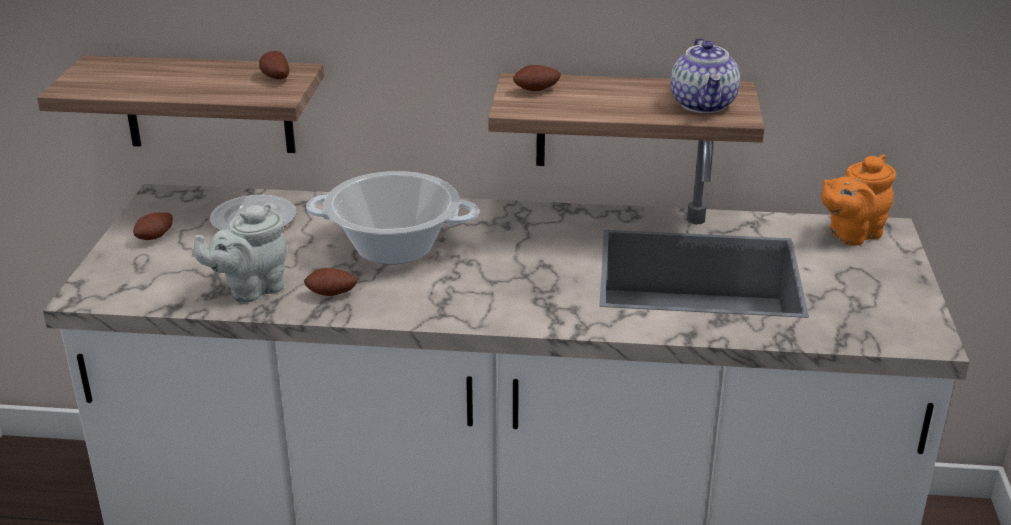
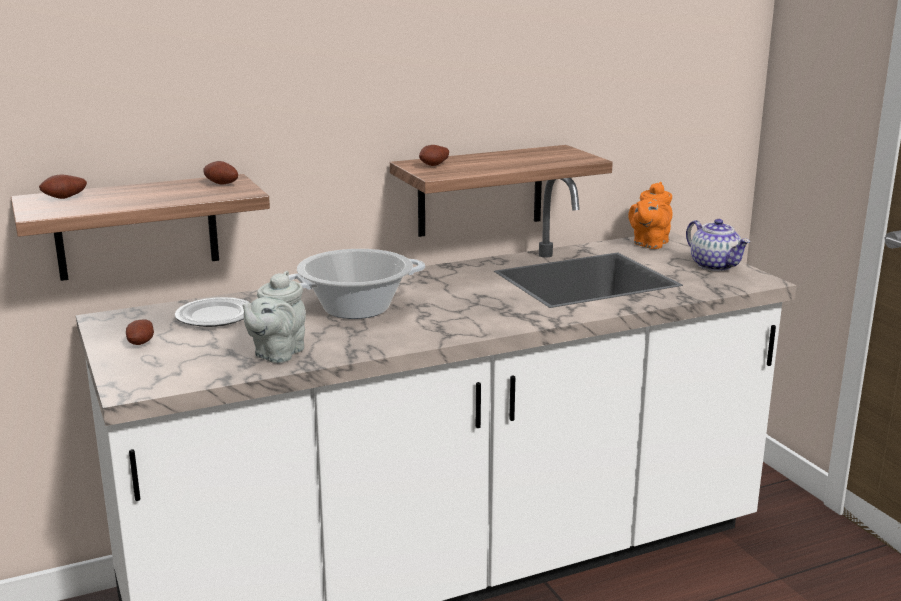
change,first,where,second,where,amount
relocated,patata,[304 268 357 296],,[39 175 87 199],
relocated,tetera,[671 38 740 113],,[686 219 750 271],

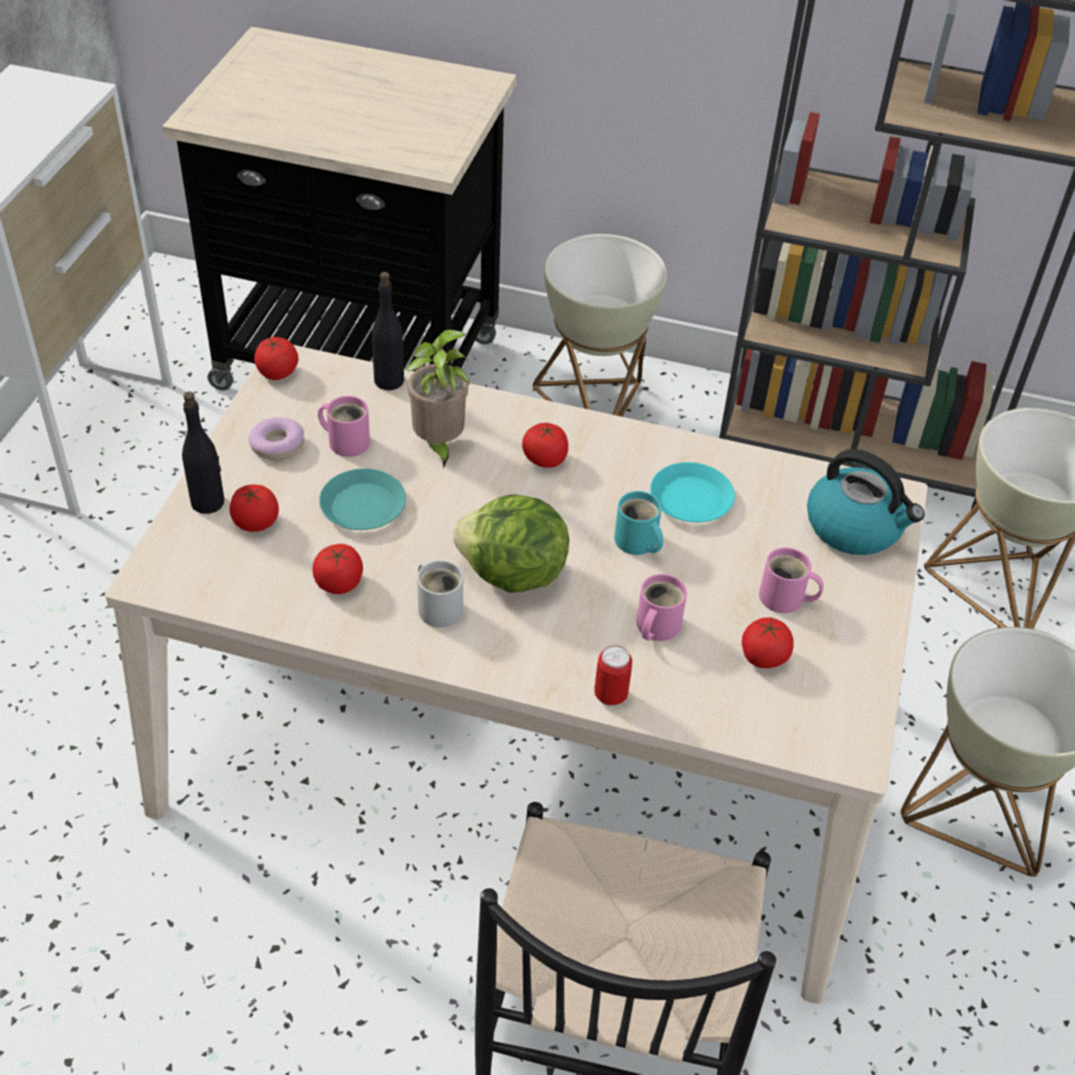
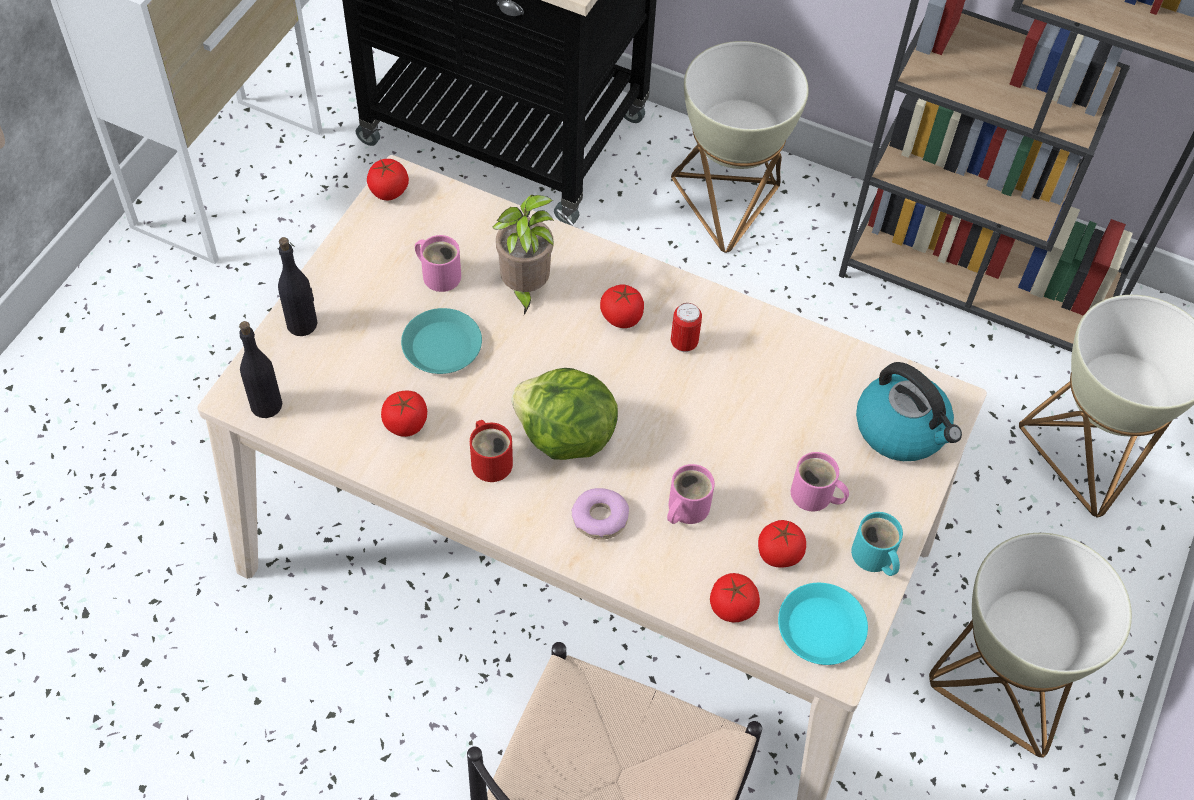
change,first,where,second,where,amount
relocated,tomate,[229 484 279 532],,[710 573 760 622],
relocated,rosquilla,[248 417 304 460],,[571 488 629 540],
relocated,botella (negro),[372 272 404 390],,[239 321 283 418],
colour,taza grande (blanco),[417 560 463 628],taza grande (rojo),[470 420 513 482],
relocated,lata,[594 646 632 707],,[671 303 702 352],
relocated,taza grande (turquesa),[614 491 663 555],,[851 512 903 576],
relocated,plato (turquesa),[650 462 735 523],,[778 583 868 665],

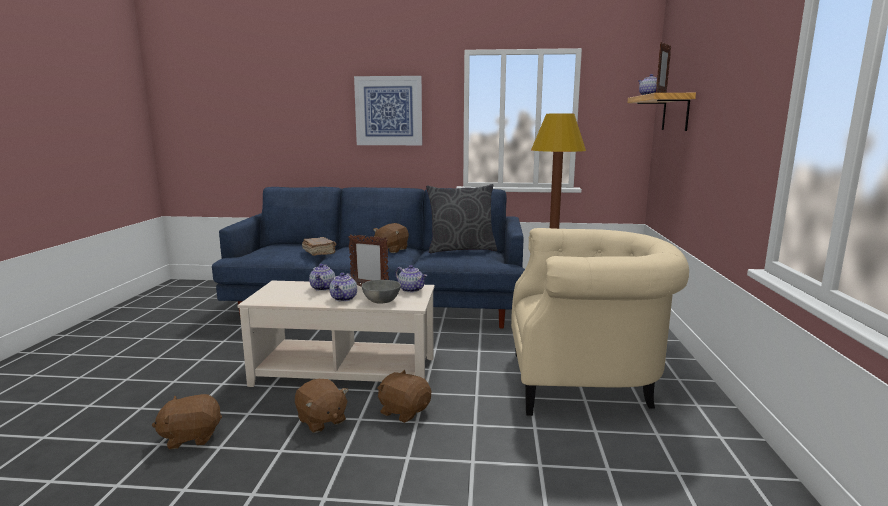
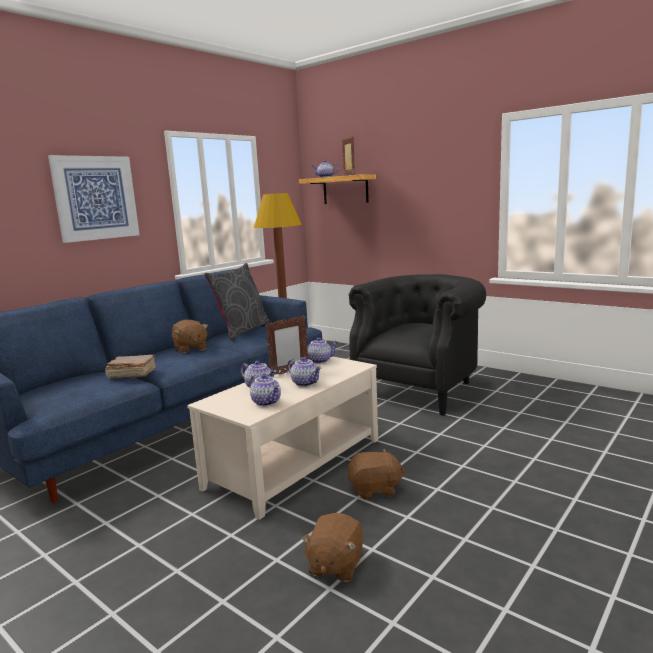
change,first,where,second,where,amount
missing,cuenco (gris),[362 280 401 304],,,
missing,peluche (marrón),[377 370 431 423],,,
colour,sillón (beis),[511 228 689 416],sillón (negro),[349 274 486 416],
appeared,,,tetera,[250 374 281 406],

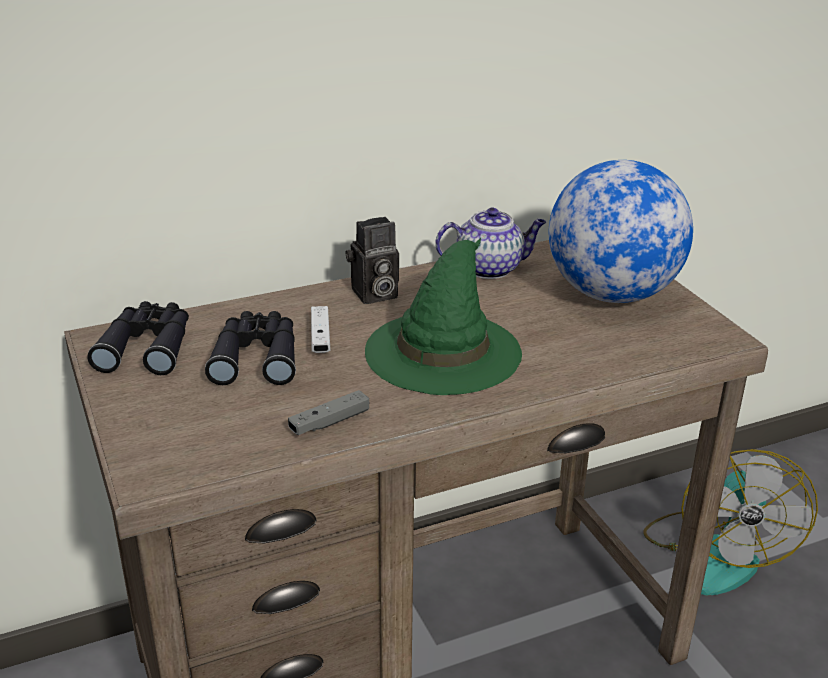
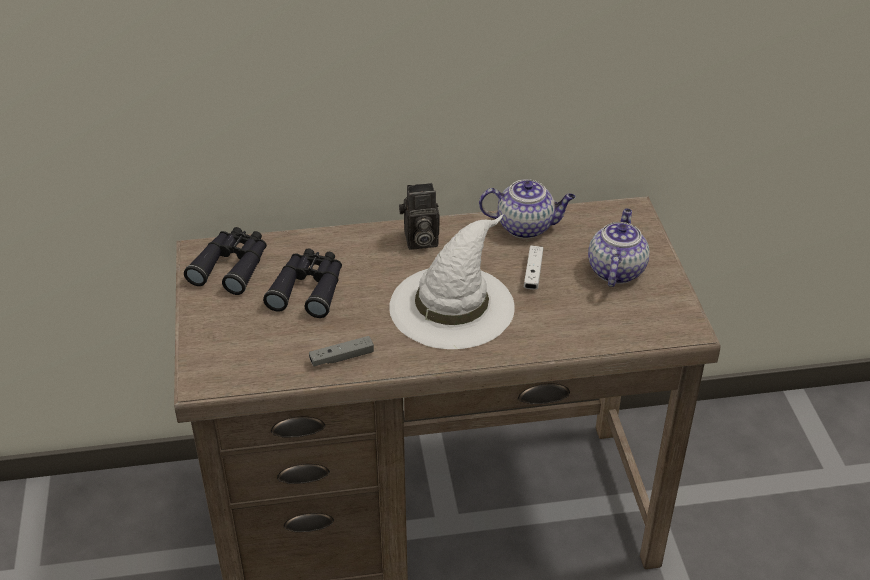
change,first,where,second,where,amount
relocated,mando de consola (blanco),[311 306 330 353],,[524 246 543 290],
colour,sombrero (verde),[365 238 522 395],sombrero (blanco),[389 213 515 349],
exchanged,globo terráqueo,[549 160 693 303],tetera,[588 208 650 287],
missing,ventilador,[643 449 818 595],,,

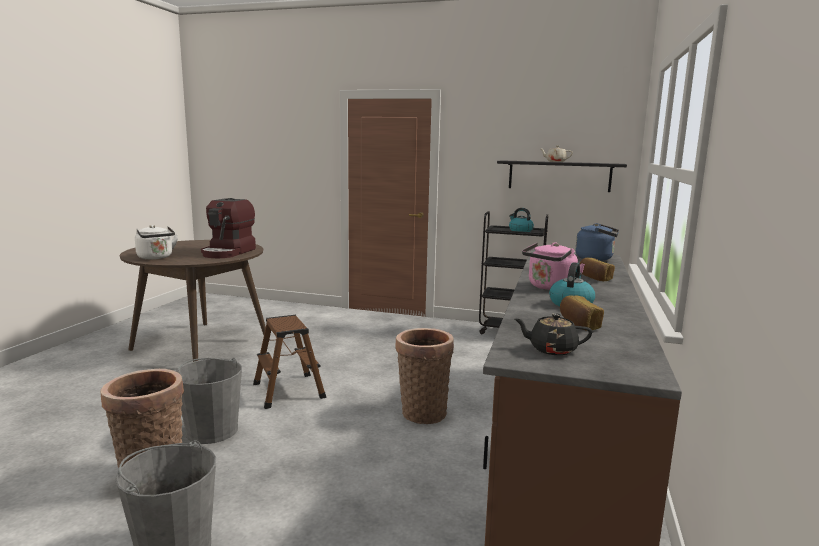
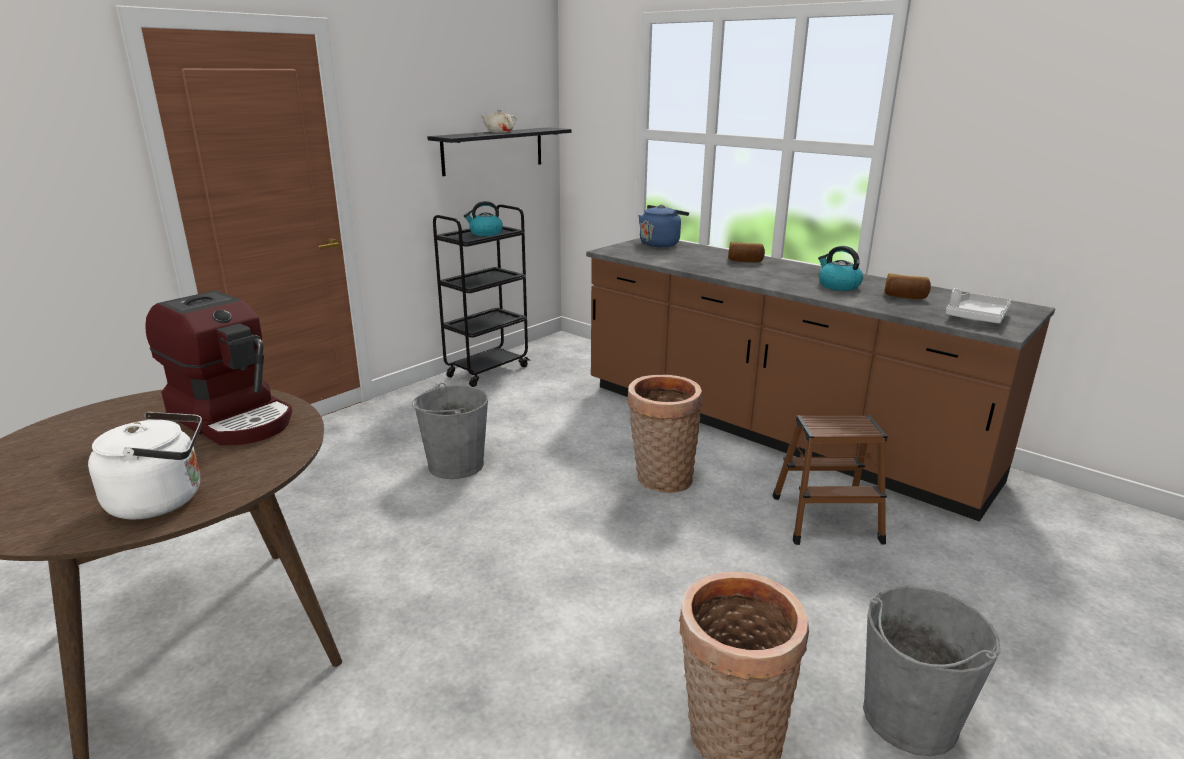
change,first,where,second,where,amount
relocated,cubo (gris),[176 358 242 444],,[411 383 488 479],
relocated,escalera de tijera (marrón),[253 315 326 409],,[773 415 888 545],
exchanged,tetera (negro),[515 313 592 355],bandeja (gris),[946 288 1011 323],
missing,hervidor (rosa),[522 242 585 290],,,

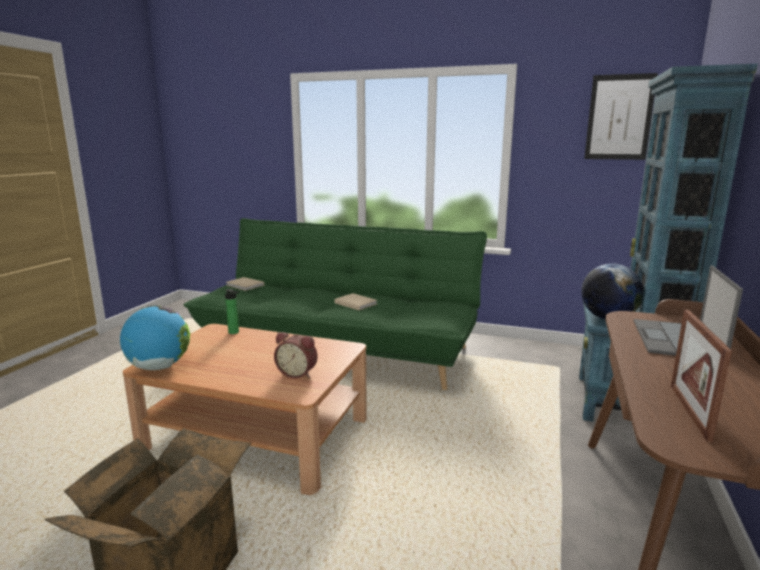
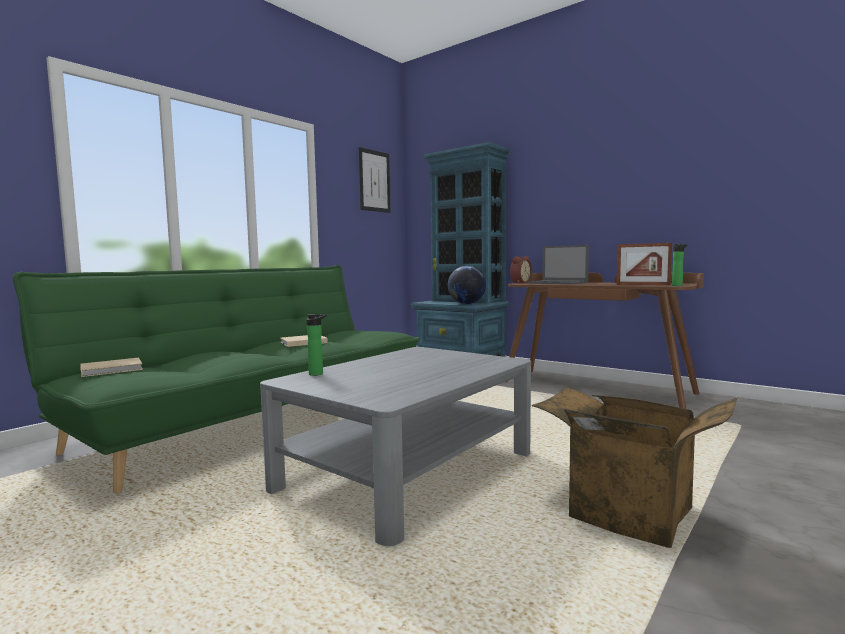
change,first,where,second,where,amount
missing,globo terráqueo,[120 305 190 370],,,
colour,mesa de centro (marrón),[123 324 367 495],mesa de centro (gris),[260 347 531 546],
relocated,despertador,[274 332 318 379],,[510 256 532 284],
appeared,,,botella,[672 244 687 286],

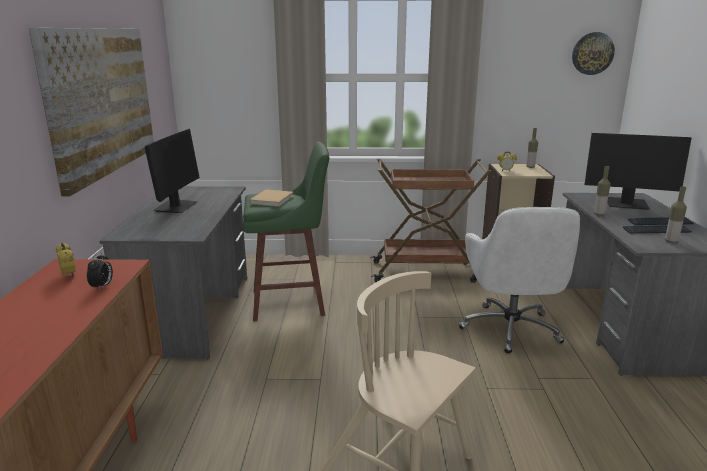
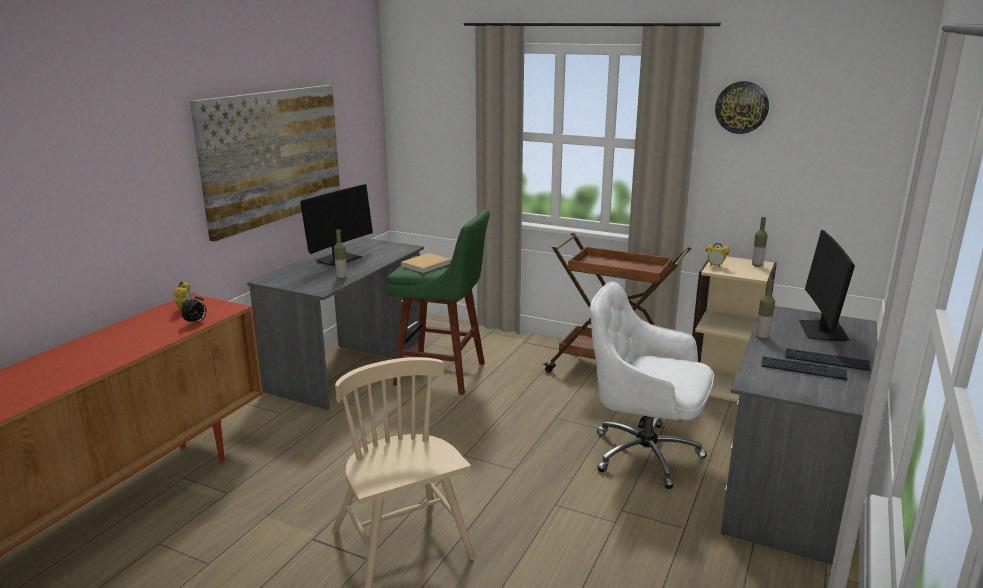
change,first,where,second,where,amount
spun,silla de oficina (blanco),[459 207 580 354],,[590 281 714 489],90 degrees clockwise
relocated,reloj de pared,[572 32 615 75],,[715 81 769 134],
spun,monitor,[584 133 692 210],,[799 230 855 342],60 degrees clockwise
relocated,botella,[665 186 687 243],,[334 229 347 279],

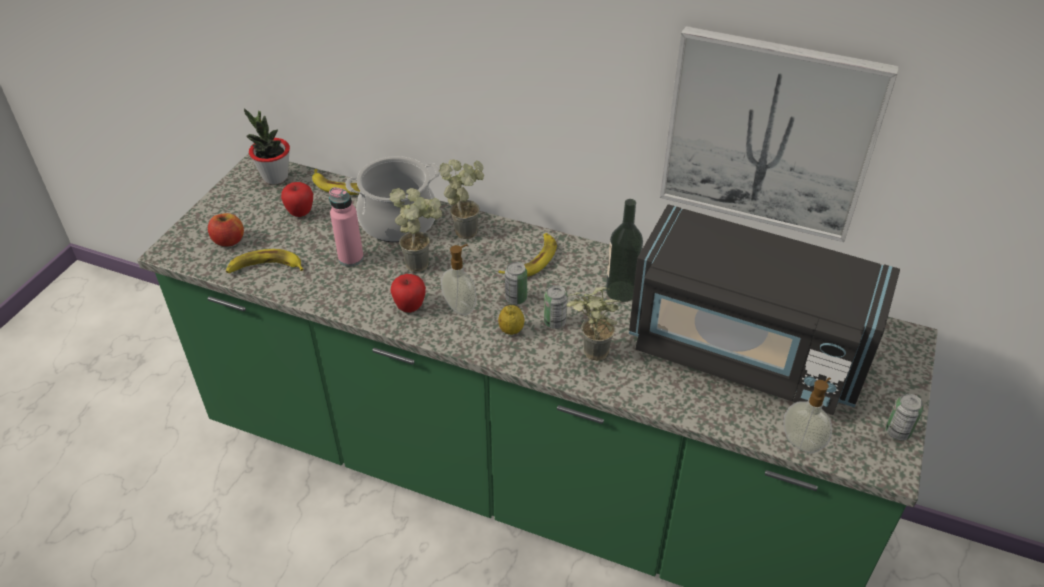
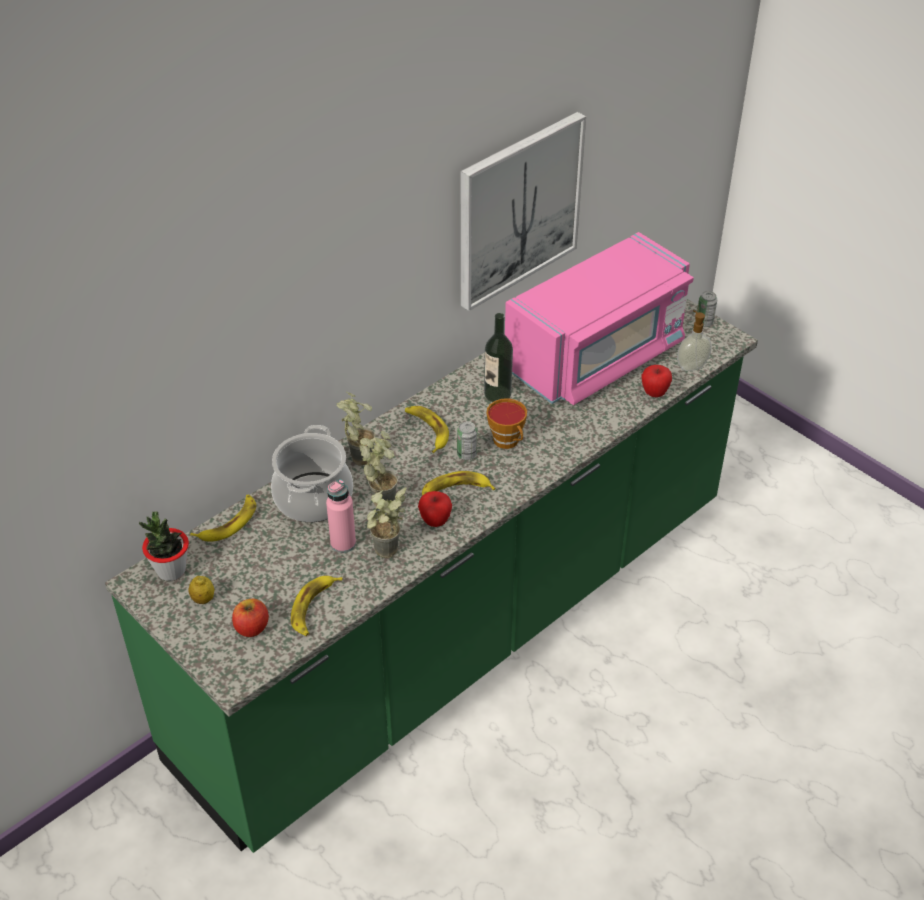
change,first,where,second,where,amount
relocated,manzana,[281 182 313 217],,[641 365 672 397],
exchanged,dispensador de jabón,[441 244 477 315],plátano,[422 471 496 496],
relocated,limón,[498 305 524 335],,[188 576 215 604],
exchanged,lata,[544 285 568 329],taza,[486 398 527 449],
relocated,planta en maceta,[566 287 622 361],,[367 487 407 558],
colour,microondas (negro),[629 204 900 415],microondas (rosa),[505 232 694 405],

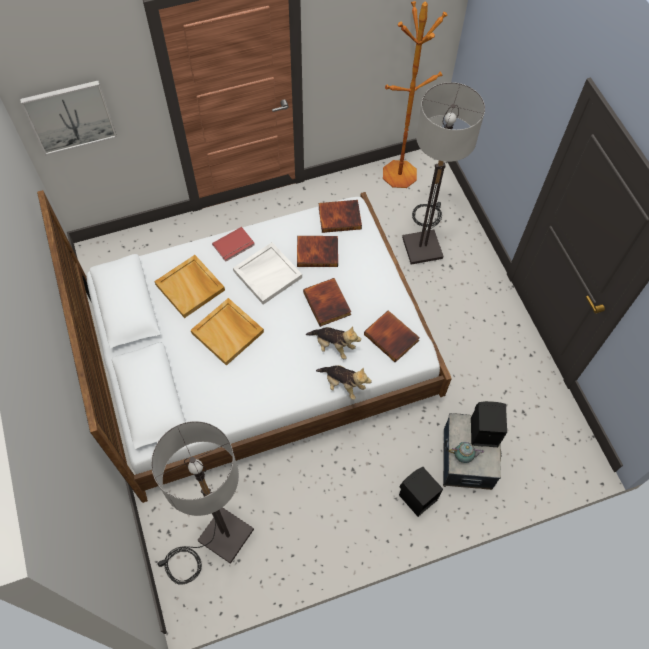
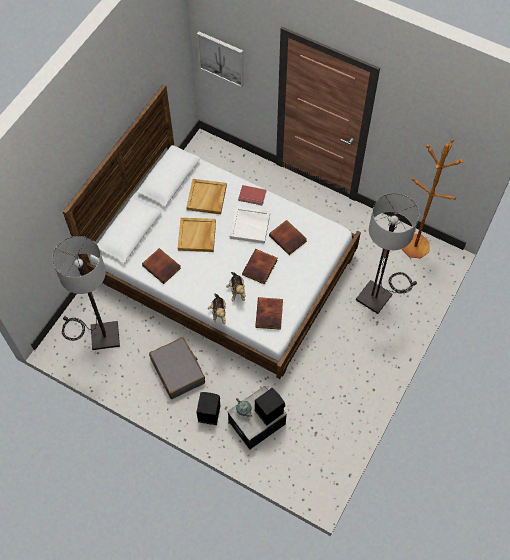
change,first,where,second,where,amount
relocated,libro,[319 200 362 233],,[142 248 181 284],
appeared,,,maleta (gris),[149 337 205 399],

